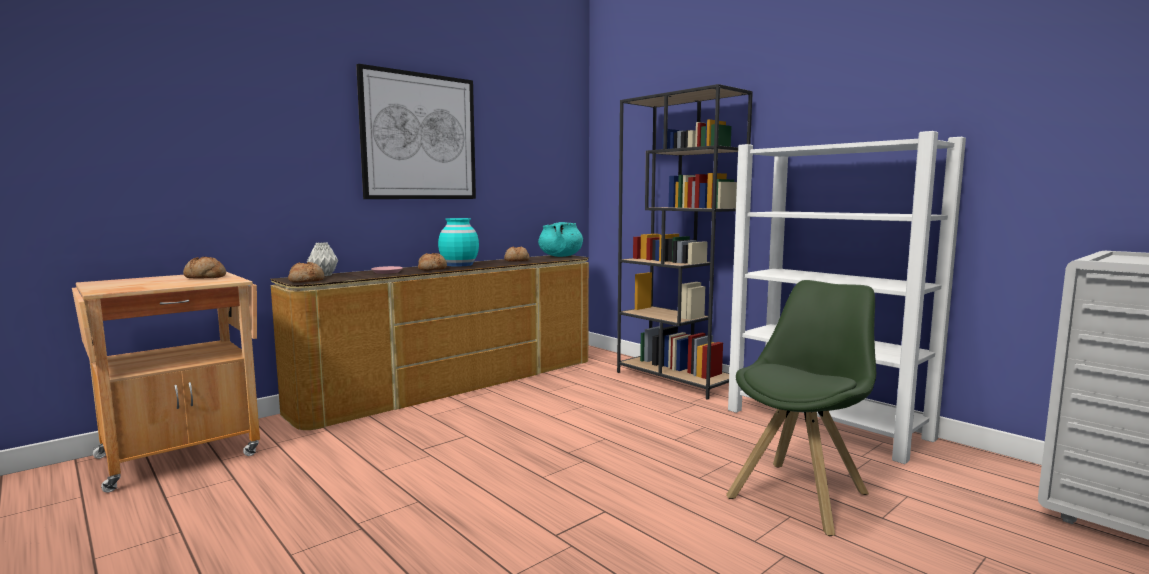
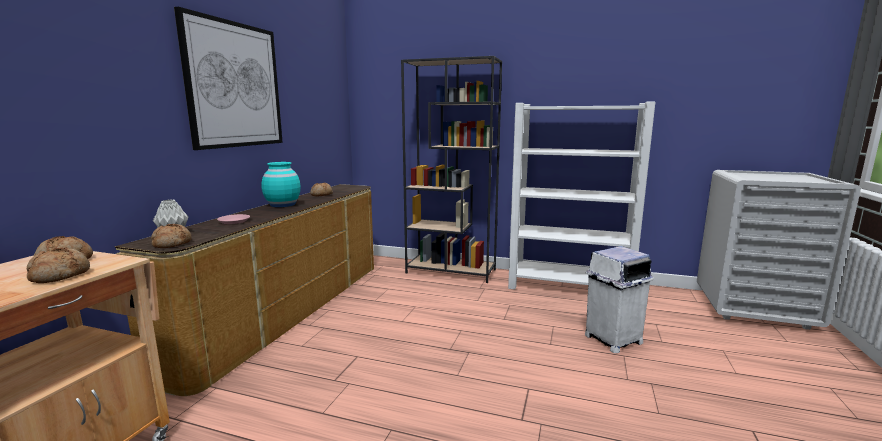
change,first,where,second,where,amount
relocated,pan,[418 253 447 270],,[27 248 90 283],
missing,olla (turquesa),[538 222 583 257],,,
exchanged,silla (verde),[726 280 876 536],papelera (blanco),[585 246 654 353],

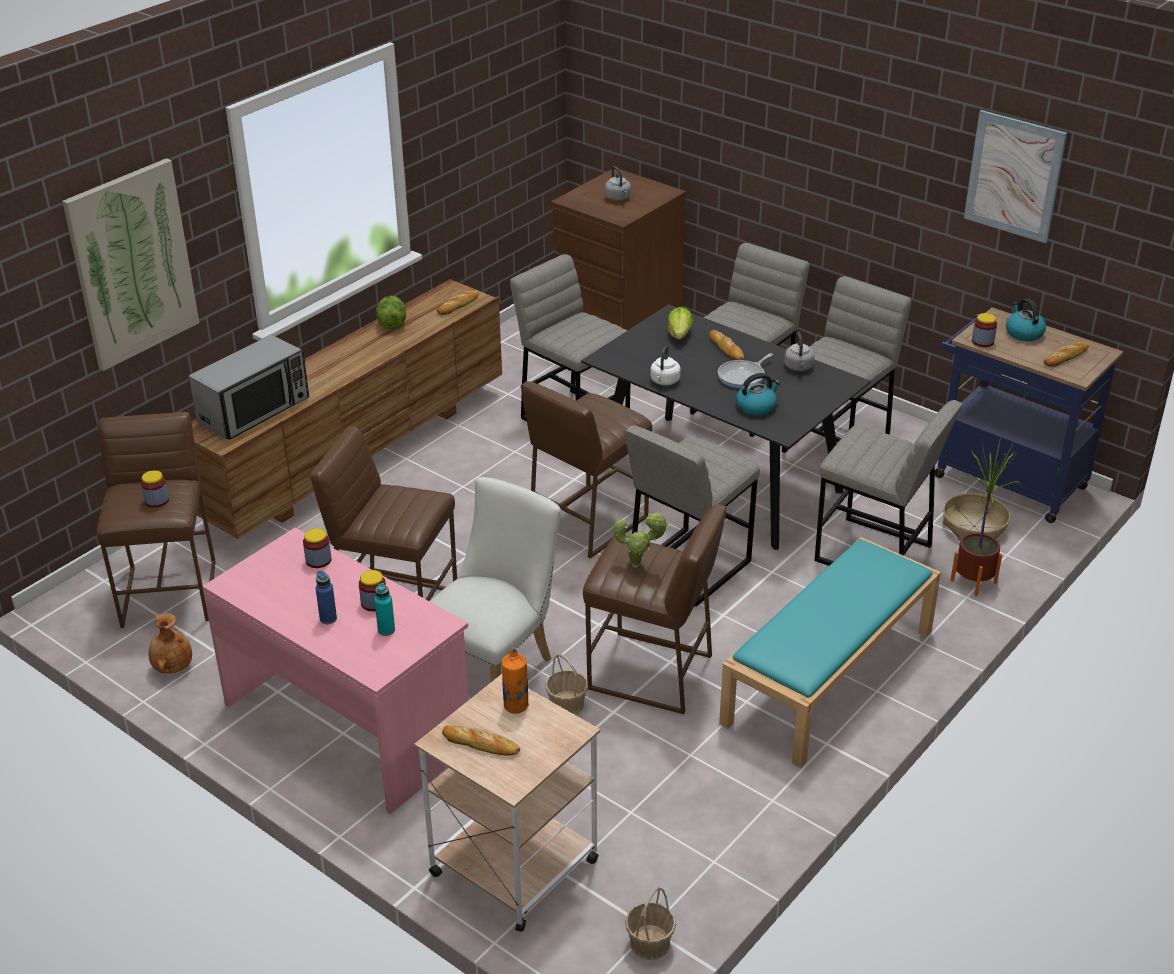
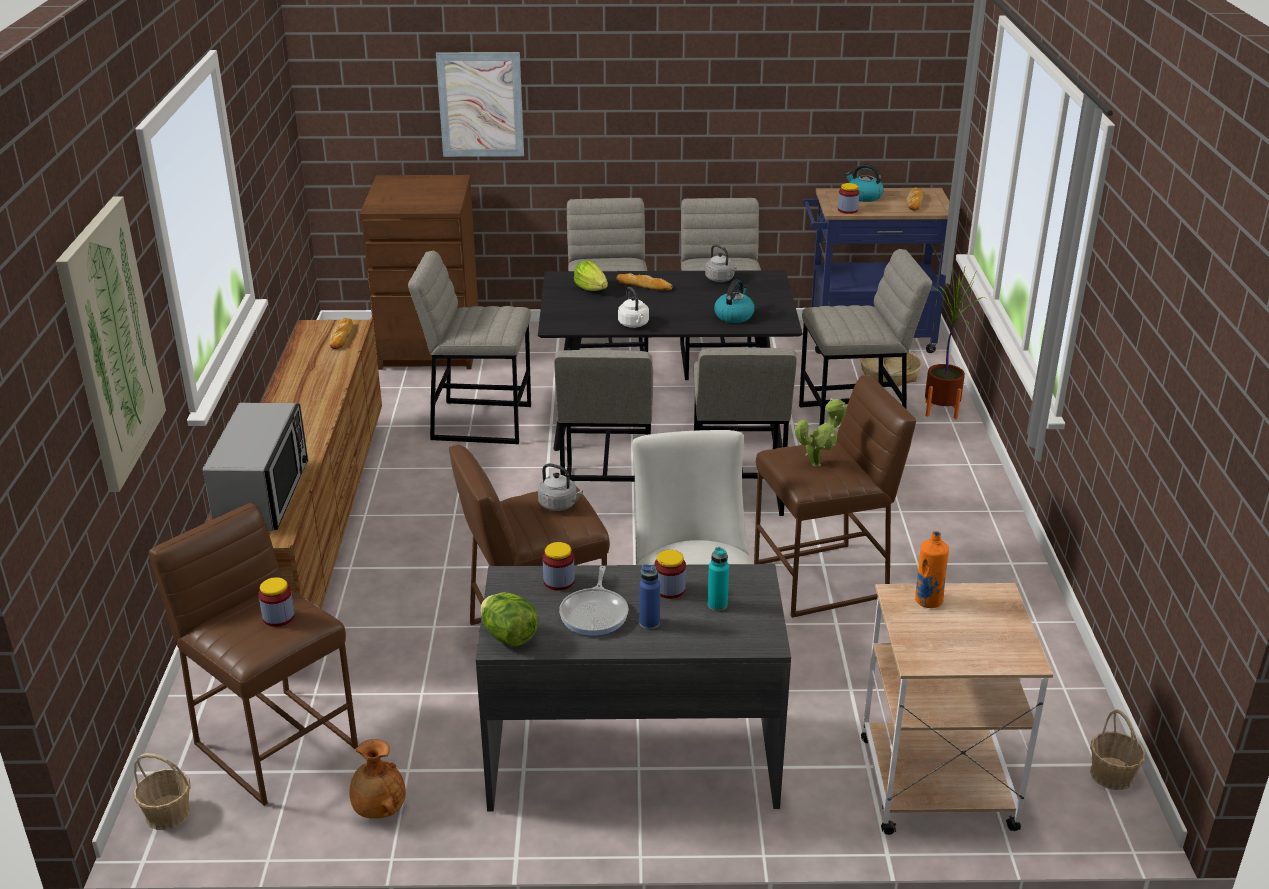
change,first,where,second,where,amount
colour,escritorio (rosa),[202 527 469 814],escritorio (gris),[476 564 791 811],
relocated,lechuga,[376 296 406 329],,[480 592 538 647],
missing,pan,[442 725 520 756],,,
exchanged,taburete (marrón),[521 381 652 559],silla (gris),[554 350 653 482],
relocated,cesta,[545 654 588 715],,[134 753 191 830],
relocated,hervidor (gris),[605 166 631 201],,[538 463 583 511],
relocated,sartén,[718 353 773 388],,[559 566 628 635],
missing,banco (turquesa),[719 537 941 768],,,
relocated,cuadro,[964 110 1067 243],,[436 52 524 157],

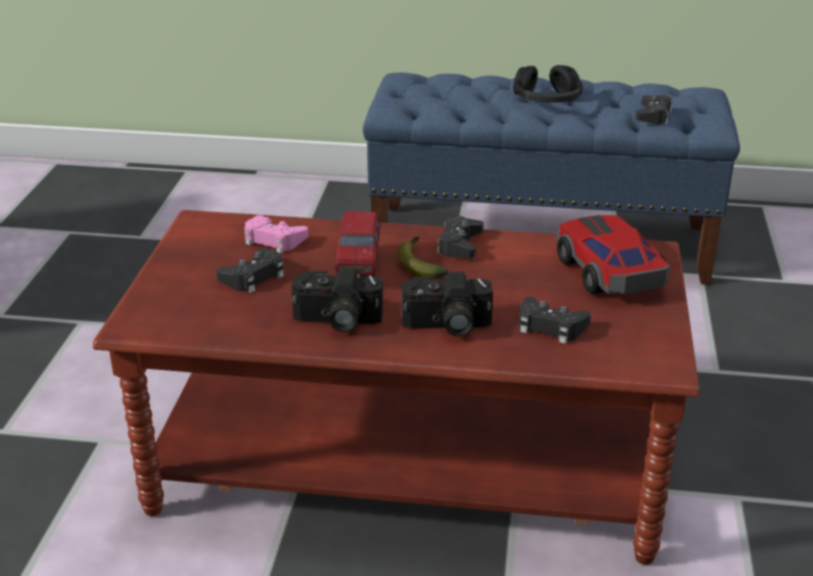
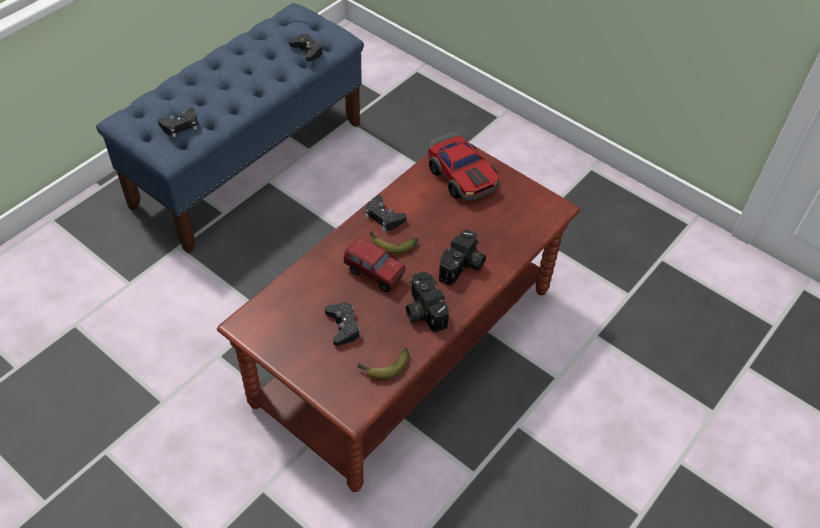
change,first,where,second,where,amount
missing,mando de consola (rosa),[244 215 308 254],,,
spun,cámara,[292 267 383 332],,[406 271 449 332],120 degrees clockwise
missing,auriculares (negro),[513 65 583 103],,,
relocated,mando de consola (negro),[519 297 591 344],,[158 107 198 137],
spun,coche de juguete,[557 215 670 294],,[428 132 500 200],135 degrees counterclockwise
appeared,,,plátano,[358 347 409 379],

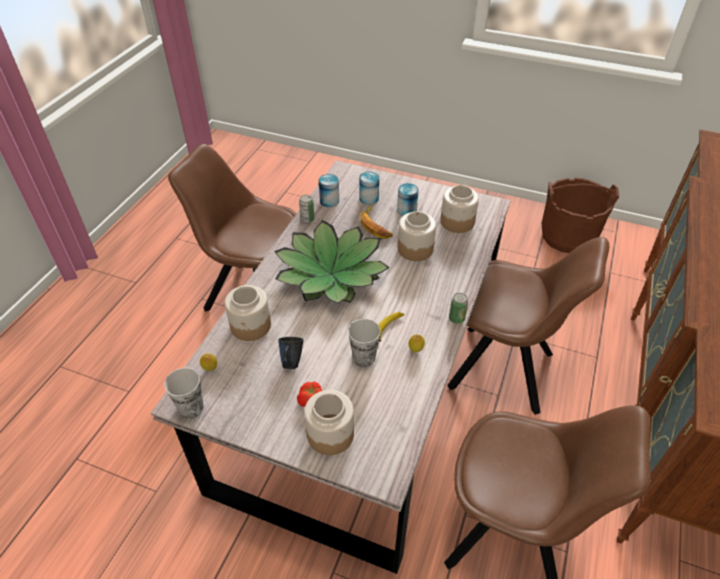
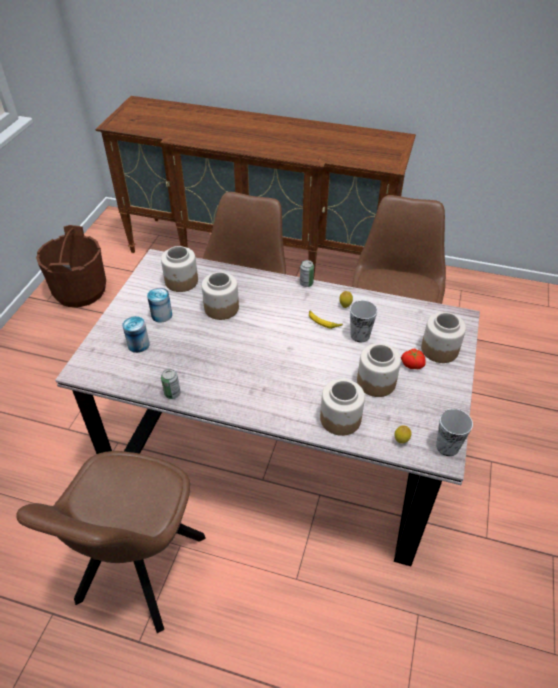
change,first,where,second,where,amount
missing,planta en maceta,[274 220 390 304],,,
exchanged,taza grande (azul),[278 337 303 369],tarro,[357 343 401 397],
missing,lata,[319 174 339 207],,,
missing,plátano,[360 205 393 239],,,

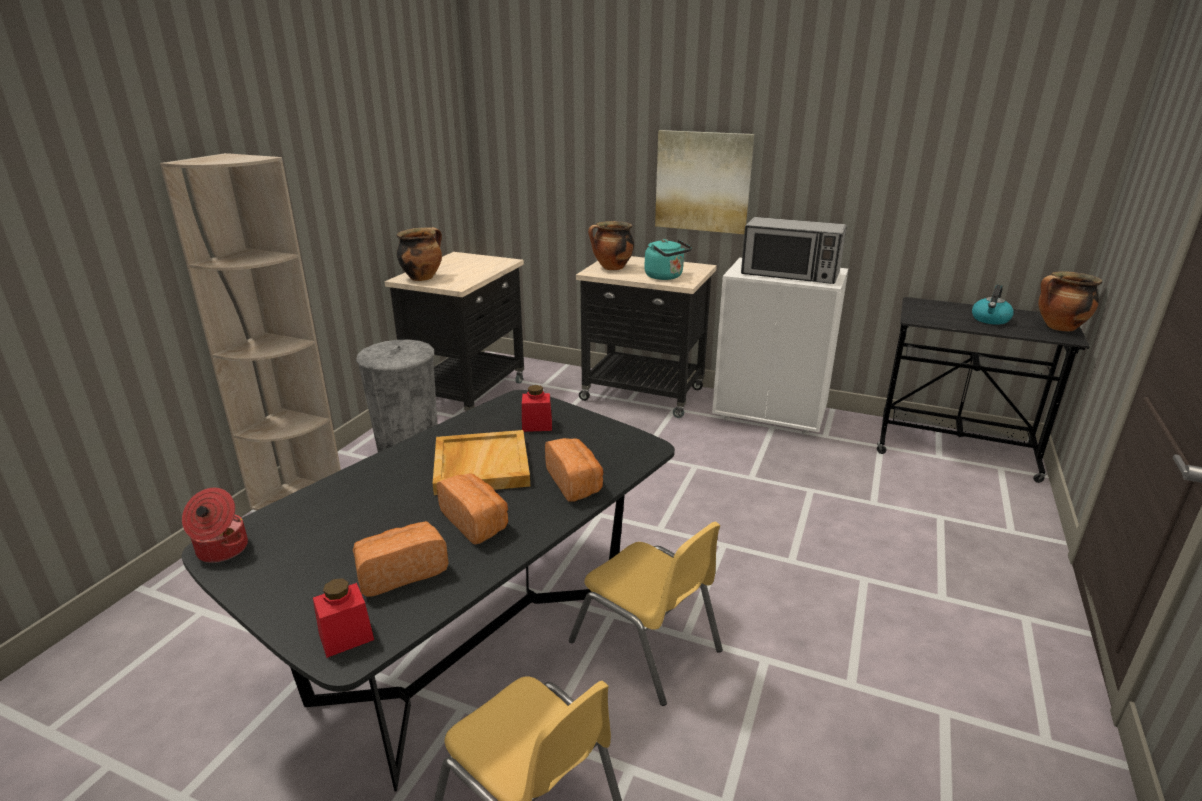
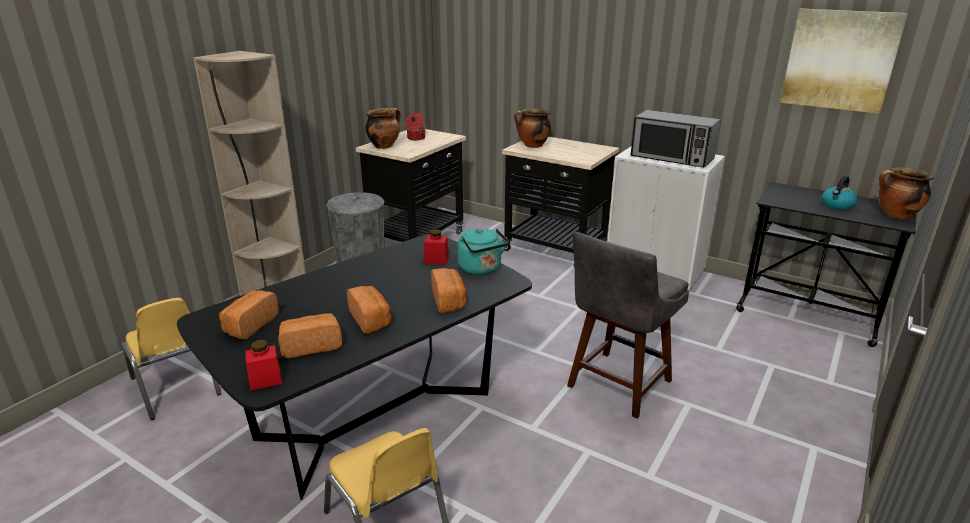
change,first,where,second,where,amount
relocated,olla,[182 488 248 563],,[405 113 426 140],
missing,bandeja (beis),[433 430 530 495],,,
relocated,silla (amarillo),[569 522 723 706],,[121 298 222 420],
relocated,hervidor (turquesa),[644 239 692 280],,[457 228 509 275],
relocated,cuadro,[655 130 754 234],,[780 9 908 114],
appeared,,,pan,[219 290 279 339],
appeared,,,taburete (gris),[567 232 689 418],

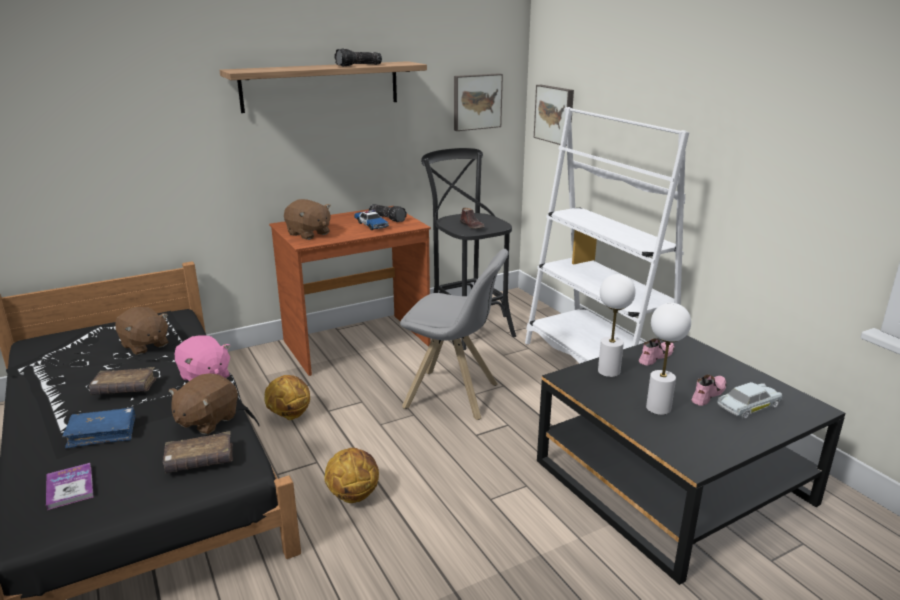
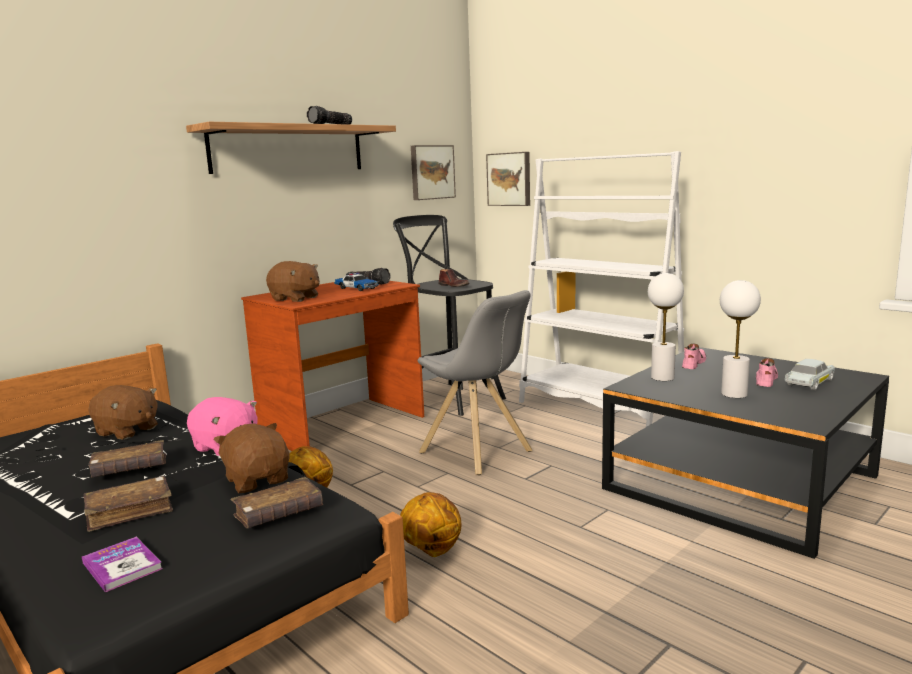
change,first,where,second,where,amount
colour,libro (azul),[62 407 135 448],libro (marrón),[84 476 173 532],
spun,peluche (marrón),[169 373 238 435],,[213 423 290 493],135 degrees clockwise
spun,silla (gris),[400 249 509 420],,[418 290 532 475],45 degrees clockwise

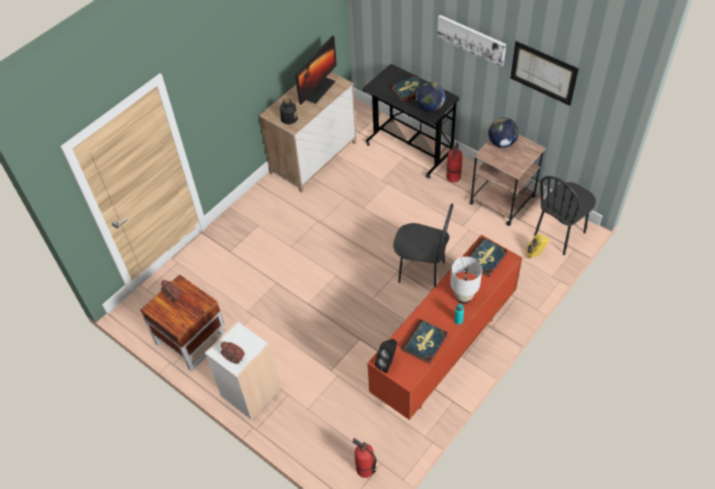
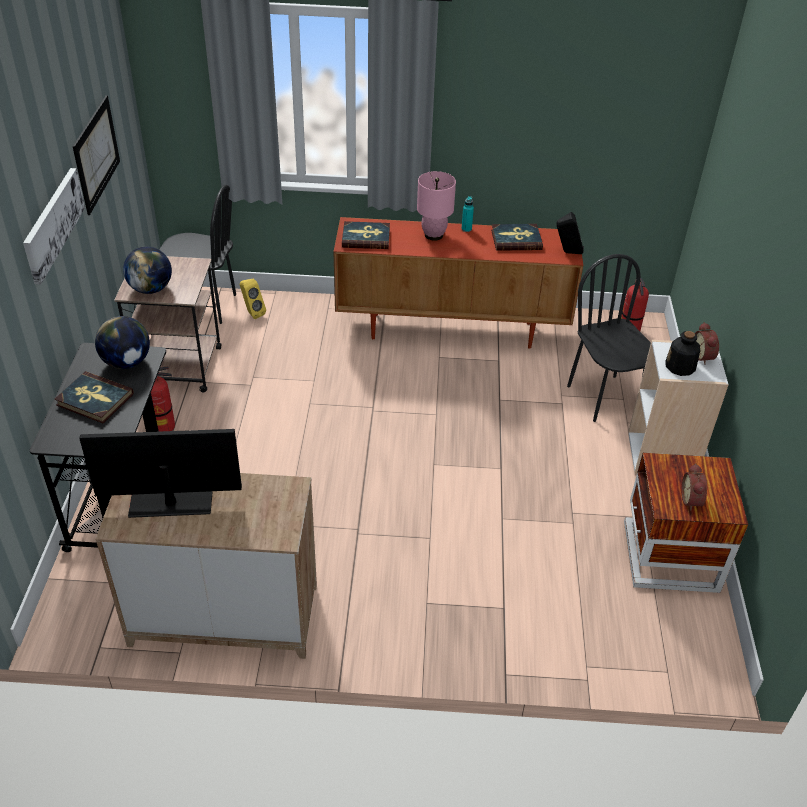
change,first,where,second,where,amount
relocated,botella,[280 99 298 124],,[666 331 700 376],
relocated,silla (negro),[393 203 454 287],,[567 254 651 422],
colour,lámpara de mesa (blanco),[450 257 482 304],lámpara de mesa (rosa),[417 171 456 241],

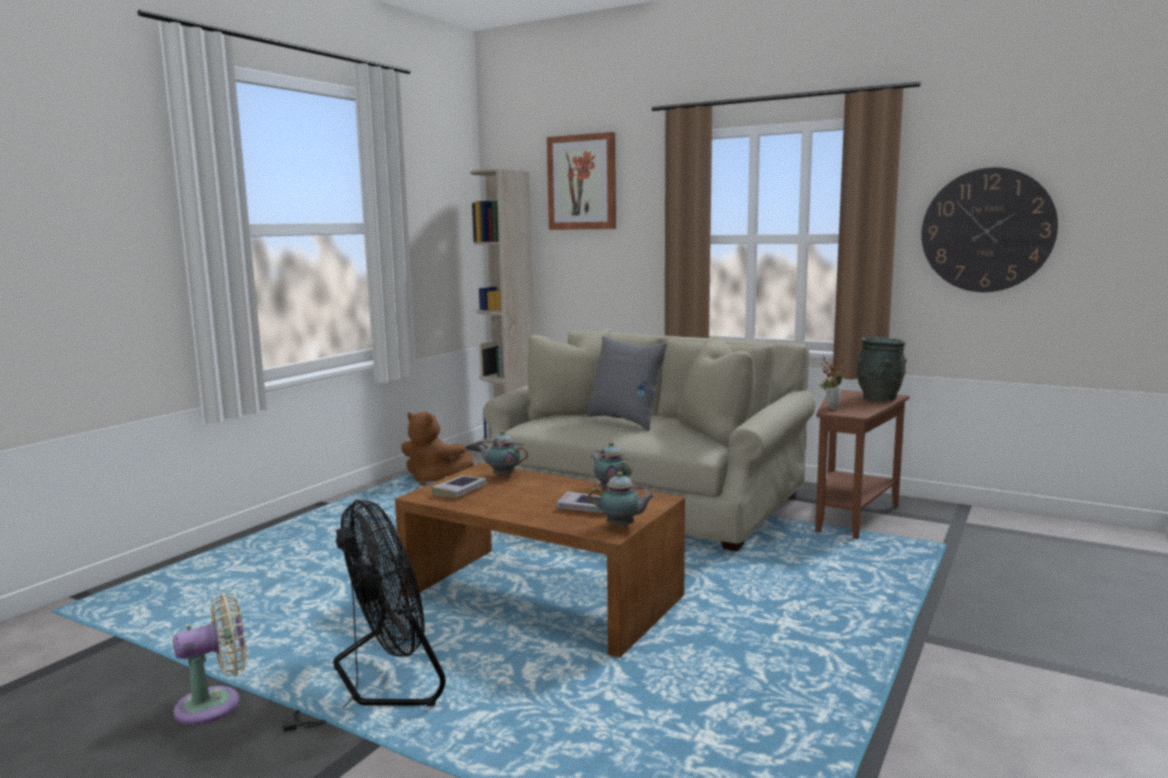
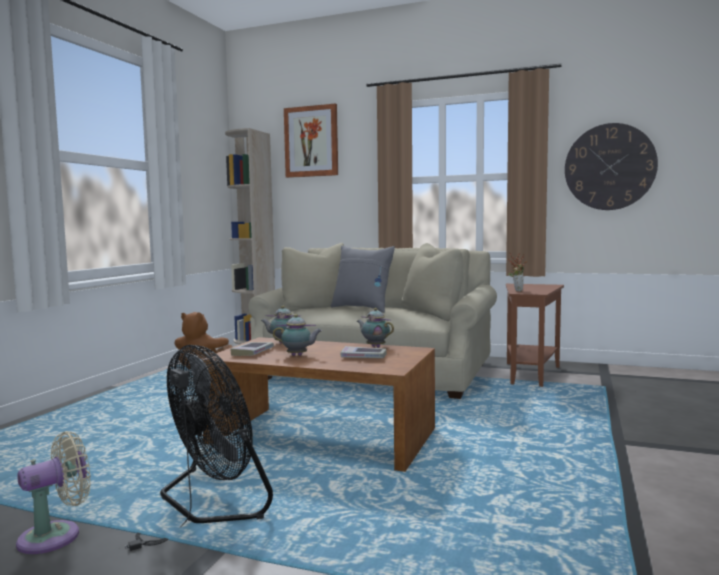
change,first,where,second,where,amount
relocated,tetera,[588 472 655 527],,[273 314 322 356],
missing,florero (gris),[857 337 906 401],,,

